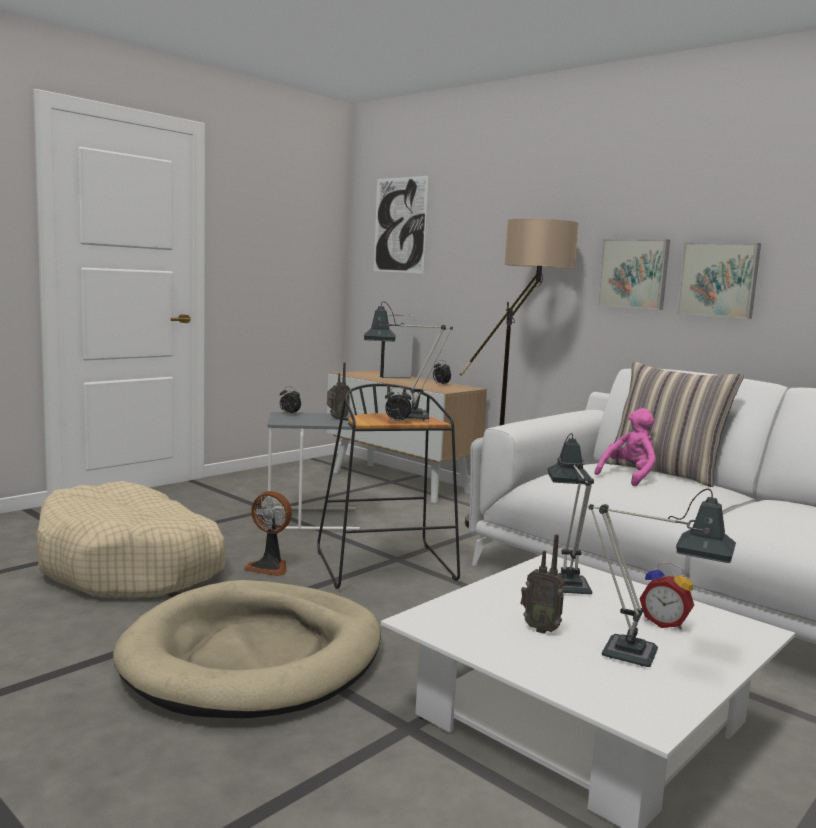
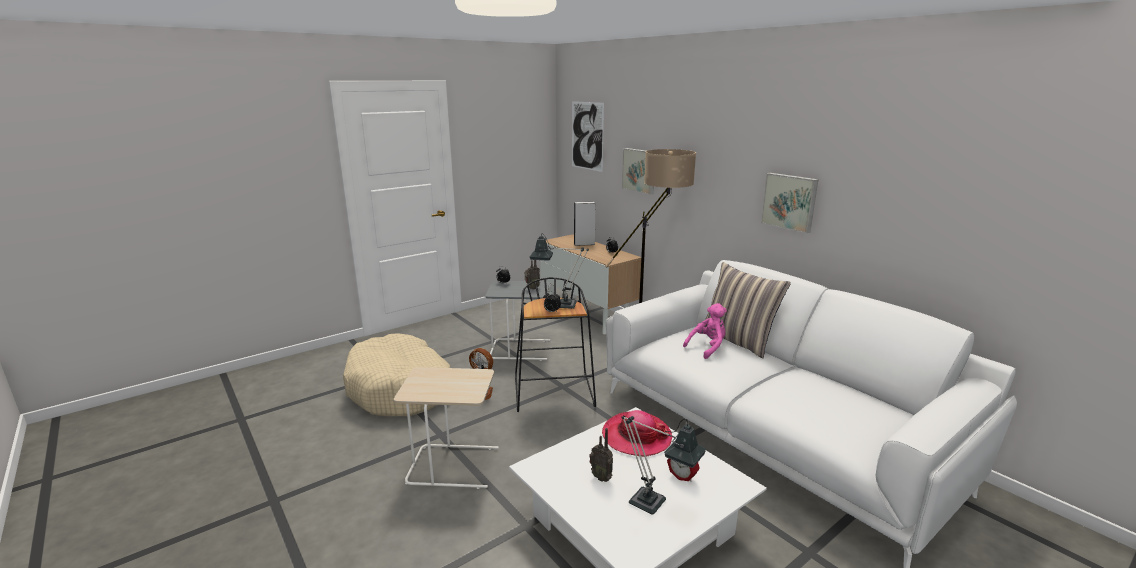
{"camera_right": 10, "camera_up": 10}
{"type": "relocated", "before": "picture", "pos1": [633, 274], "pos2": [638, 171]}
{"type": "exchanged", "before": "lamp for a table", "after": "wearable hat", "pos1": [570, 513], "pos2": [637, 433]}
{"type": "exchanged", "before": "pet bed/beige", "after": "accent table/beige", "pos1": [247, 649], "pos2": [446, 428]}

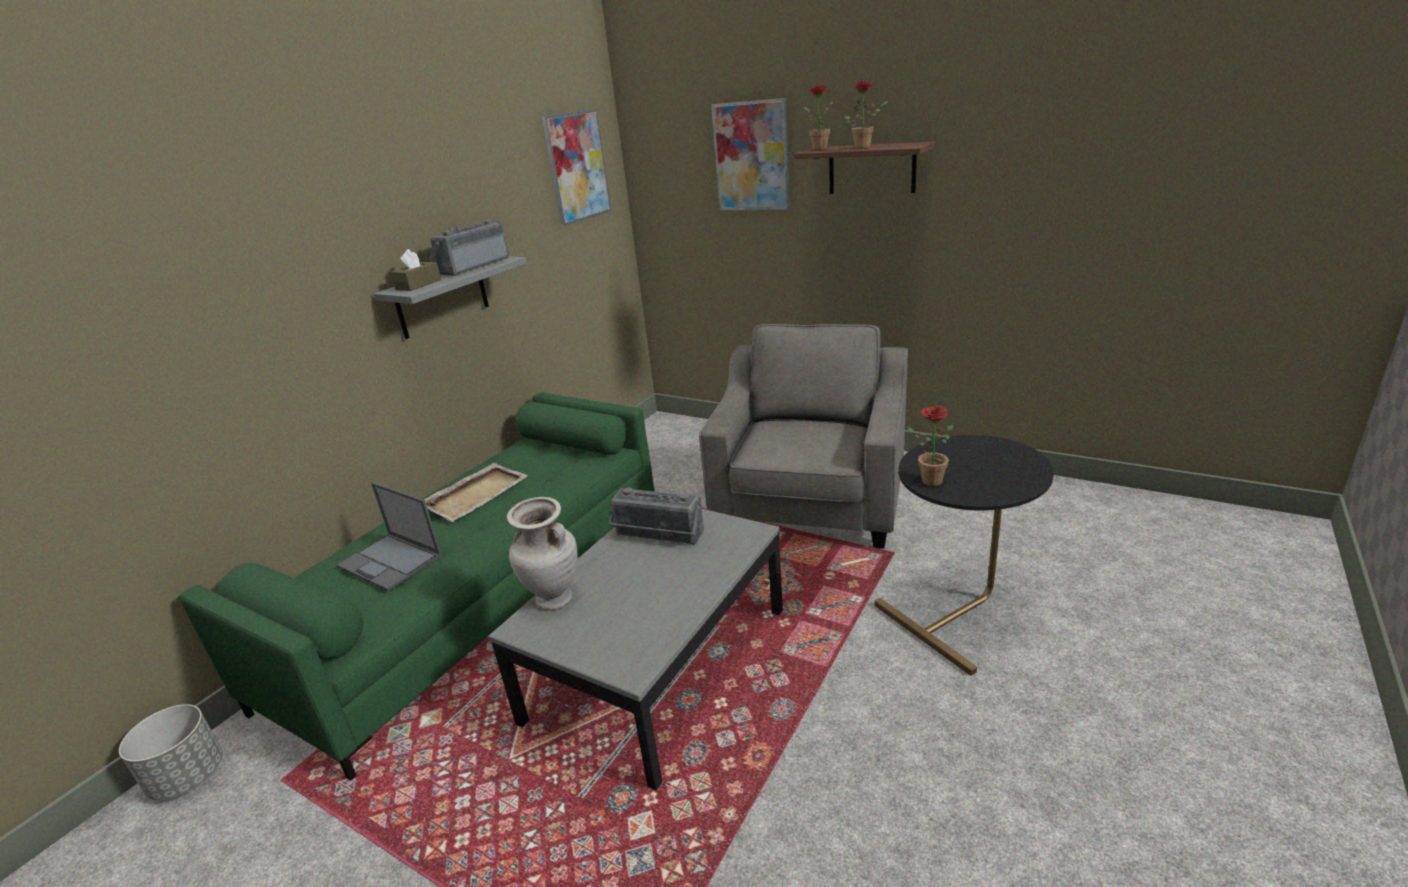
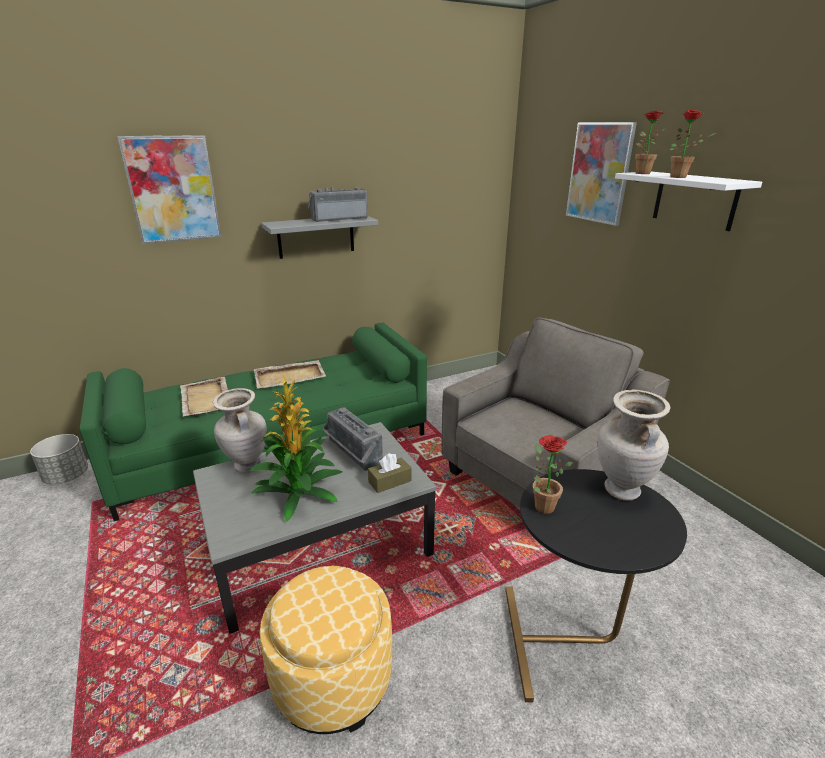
{"camera_right": 30, "camera_up": 0}
{"type": "relocated", "before": "picture", "pos1": [576, 167], "pos2": [169, 189]}
{"type": "colour", "before": "shelf/brown", "after": "shelf/white-coloured", "pos1": [864, 167], "pos2": [688, 201]}
{"type": "relocated", "before": "tissue holder/brown", "pos1": [415, 270], "pos2": [389, 473]}
{"type": "exchanged", "before": "laptop", "after": "tray/beige", "pos1": [389, 536], "pos2": [204, 397]}
{"type": "appeared", "after": "plant in a pot", "pos2": [296, 448]}
{"type": "appeared", "after": "decorative vase/beige", "pos2": [633, 445]}
{"type": "appeared", "after": "pouffe", "pos2": [326, 650]}

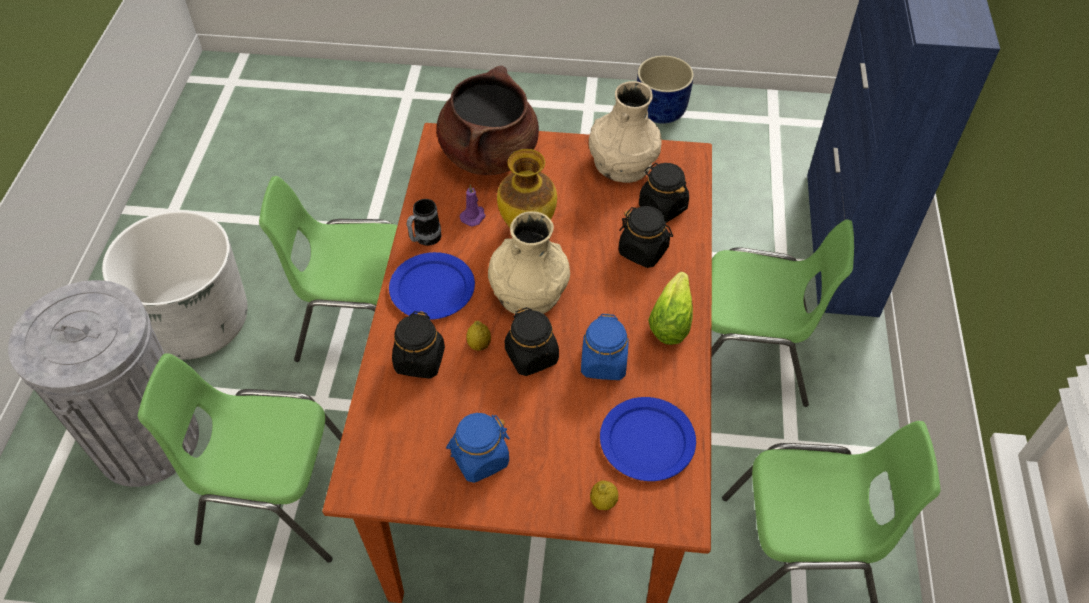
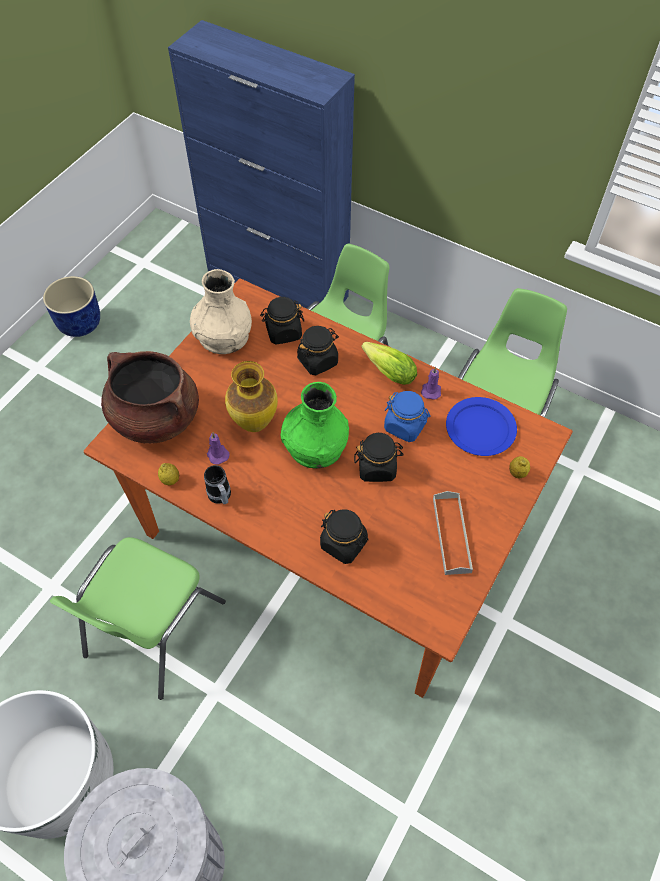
{"camera_right": -65, "camera_up": 5}
{"type": "colour", "before": "decorative vase/beige", "after": "decorative vase/green-coloured", "pos1": [529, 262], "pos2": [314, 425]}
{"type": "missing", "before": "plate/bluish", "pos1": [432, 286]}
{"type": "relocated", "before": "whole lemon", "pos1": [479, 336], "pos2": [168, 474]}
{"type": "missing", "before": "chair/green-coloured", "pos1": [240, 458]}
{"type": "exchanged", "before": "preserve jar/bluish", "after": "tray/greyish", "pos1": [478, 448], "pos2": [453, 533]}
{"type": "appeared", "after": "candle/purplish", "pos2": [431, 383]}

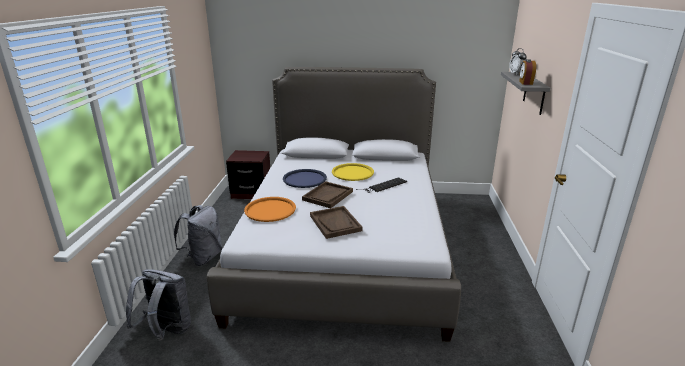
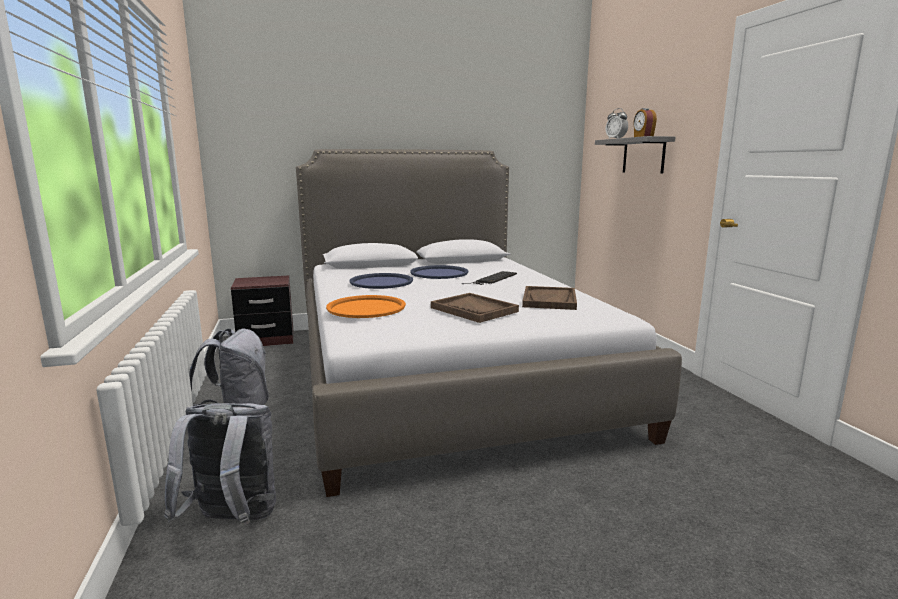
{"camera_right": -20, "camera_up": -10}
{"type": "colour", "before": "tray/yellow-coloured", "after": "tray/bluish", "pos1": [353, 172], "pos2": [439, 272]}
{"type": "relocated", "before": "tray/brown", "pos1": [327, 194], "pos2": [549, 298]}

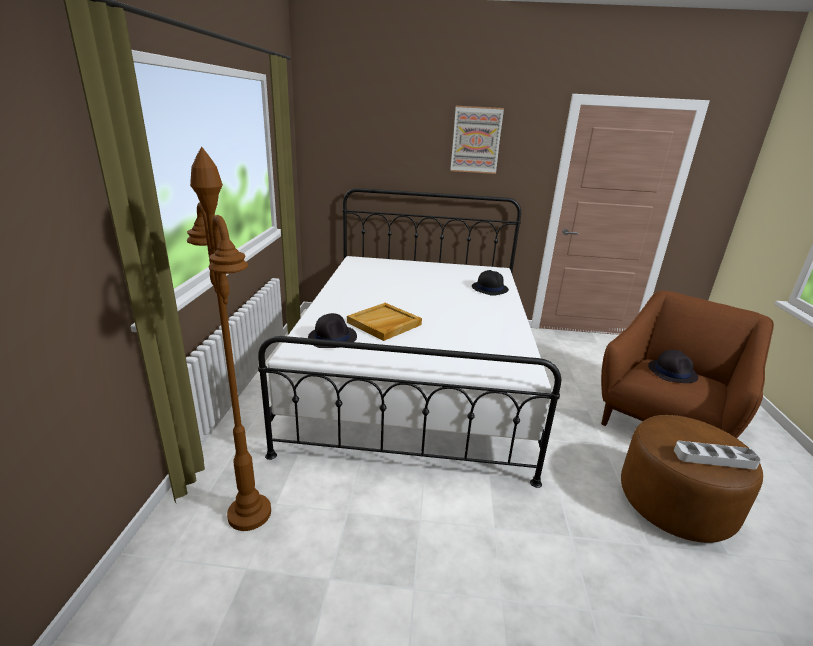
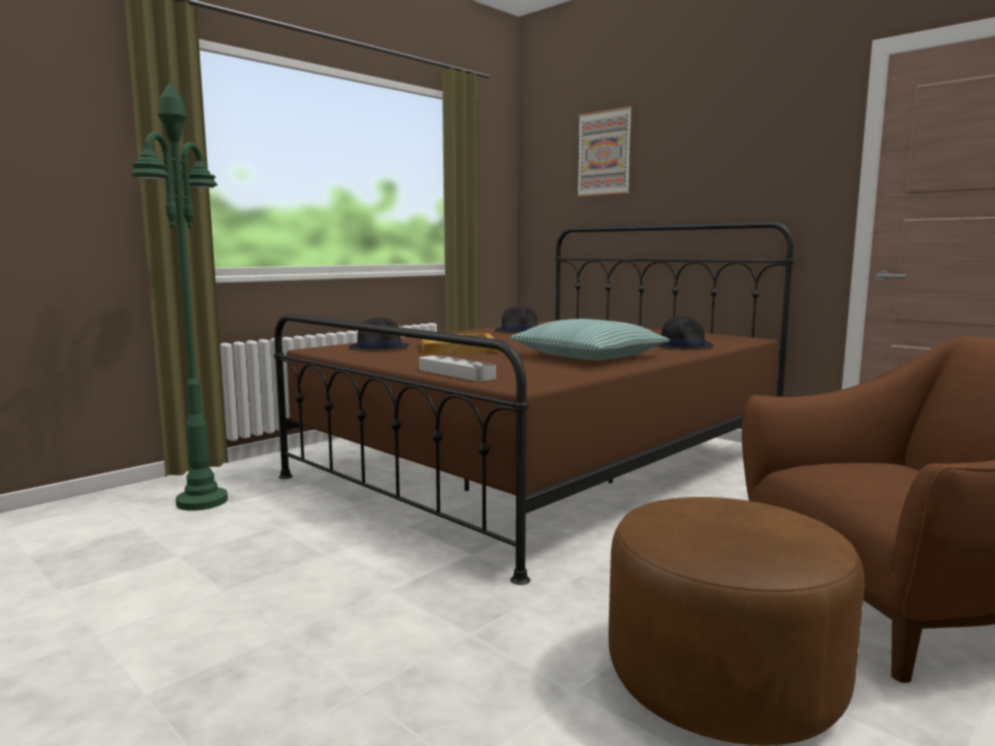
{"camera_right": 40, "camera_up": -15}
{"type": "relocated", "before": "picture", "pos1": [477, 140], "pos2": [604, 151]}
{"type": "colour", "before": "standing lamp/brown", "after": "standing lamp/green-coloured", "pos1": [229, 339], "pos2": [179, 296]}
{"type": "colour", "before": "bed/white-coloured", "after": "bed/brown", "pos1": [409, 338], "pos2": [534, 403]}
{"type": "relocated", "before": "wearable hat/black", "pos1": [673, 366], "pos2": [516, 319]}
{"type": "relocated", "before": "tray/greyish", "pos1": [717, 455], "pos2": [457, 368]}
{"type": "appeared", "after": "pillow", "pos2": [590, 340]}

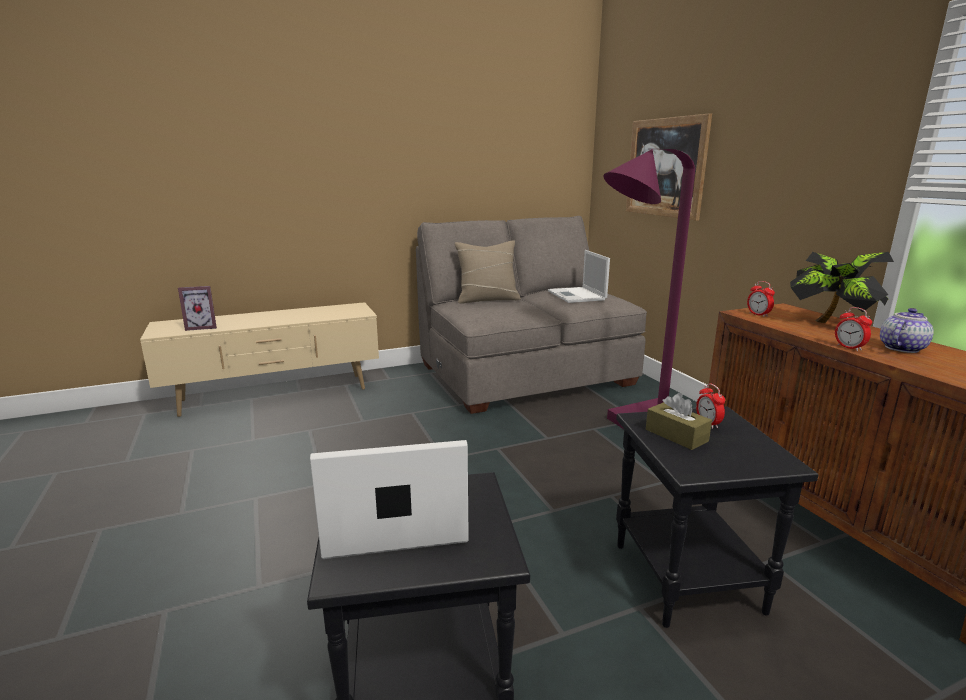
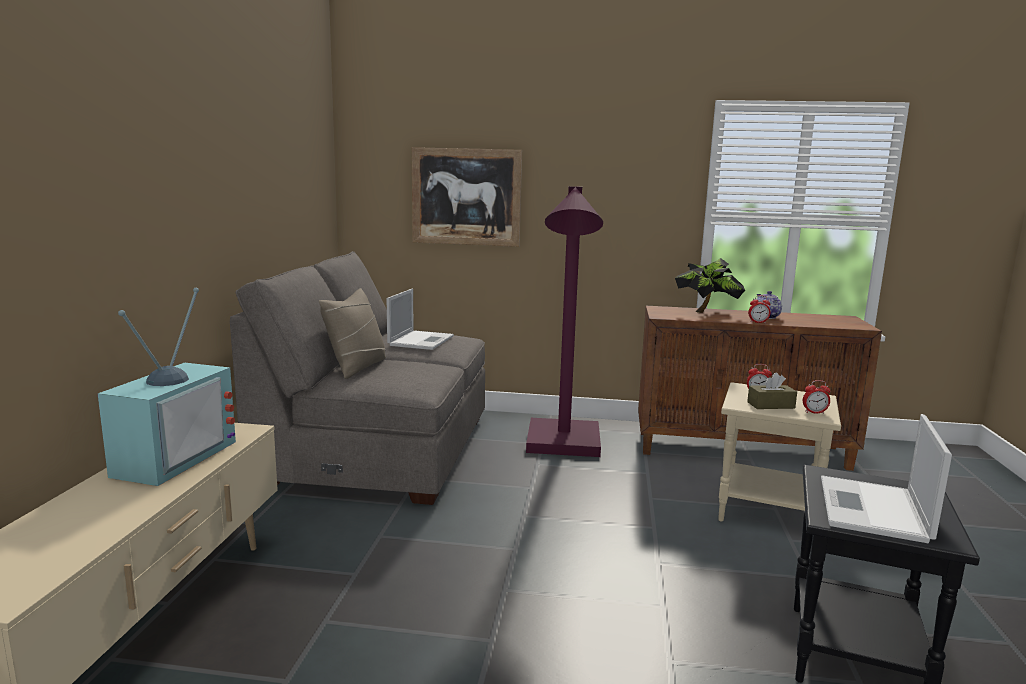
{"camera_right": -60, "camera_up": -5}
{"type": "spun", "before": "laptop", "pos1": [579, 276], "pos2": [420, 319], "turn": -90}
{"type": "relocated", "before": "alarm clock", "pos1": [761, 299], "pos2": [816, 397]}
{"type": "missing", "before": "photo frame", "pos1": [197, 308]}
{"type": "colour", "before": "accent table/black", "after": "accent table/beige", "pos1": [717, 517], "pos2": [779, 452]}
{"type": "appeared", "after": "TV set", "pos2": [167, 387]}

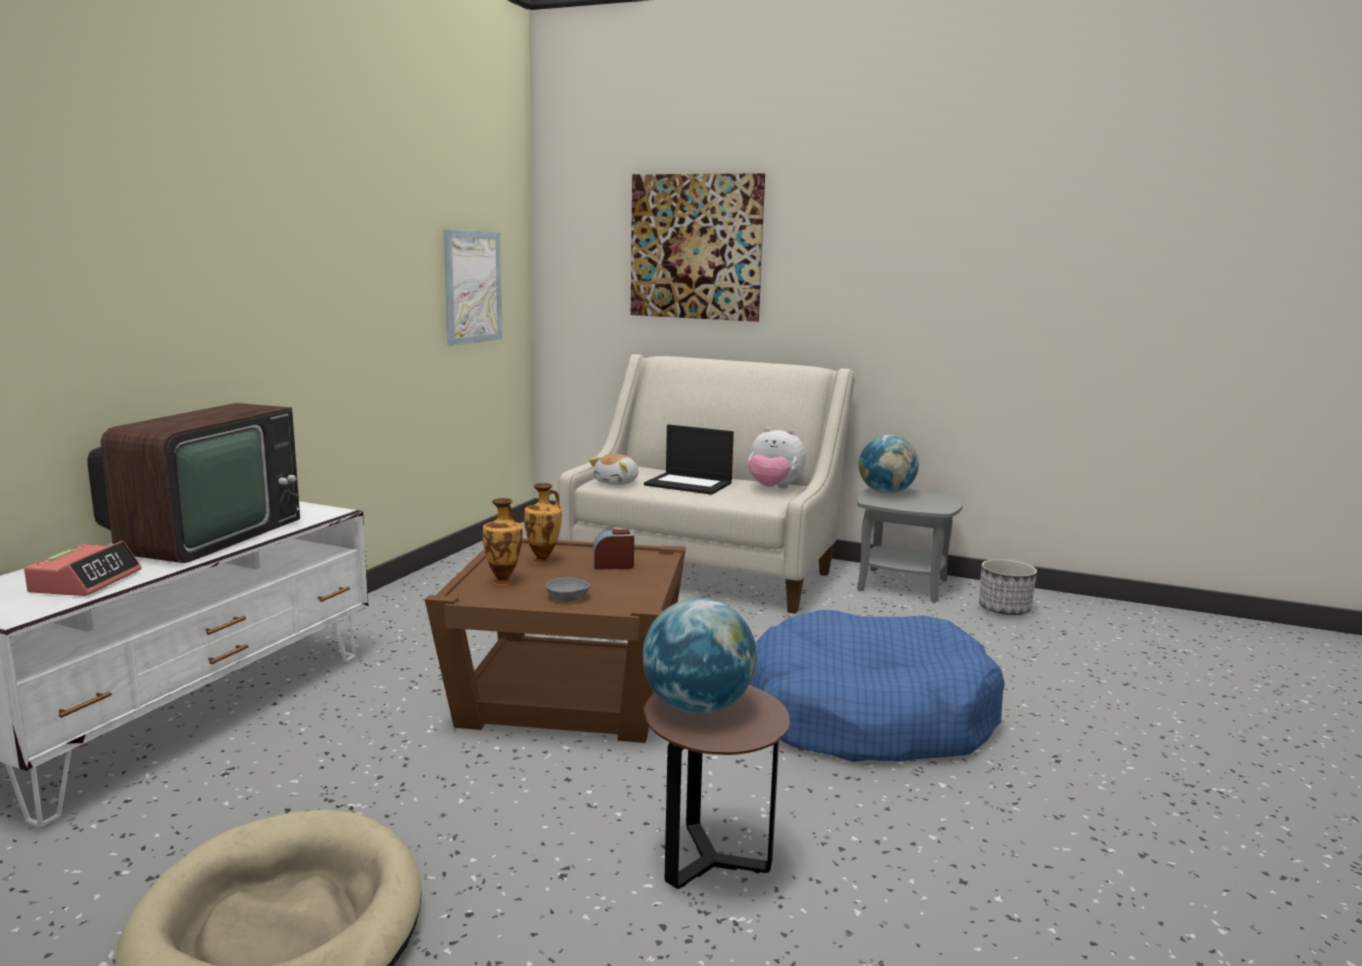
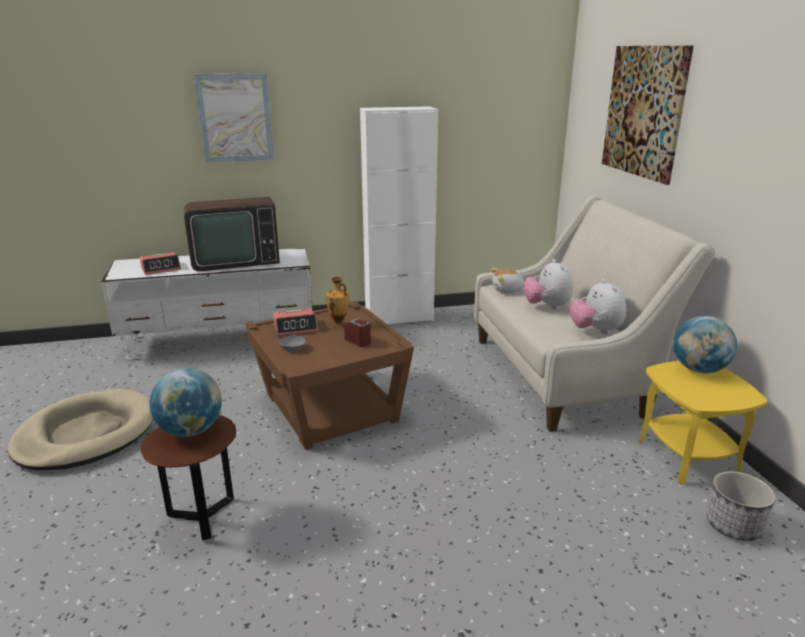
{"camera_right": 55, "camera_up": 10}
{"type": "relocated", "before": "picture", "pos1": [473, 288], "pos2": [234, 117]}
{"type": "exchanged", "before": "laptop", "after": "plush toy", "pos1": [689, 459], "pos2": [548, 284]}
{"type": "colour", "before": "accent table/greyish", "after": "accent table/yellow-coloured", "pos1": [910, 545], "pos2": [702, 423]}
{"type": "exchanged", "before": "decorative vase", "after": "alarm clock", "pos1": [503, 542], "pos2": [295, 322]}
{"type": "missing", "before": "pet bed/bluish", "pos1": [877, 686]}
{"type": "appeared", "after": "cabinet/white-coloured", "pos2": [399, 215]}

